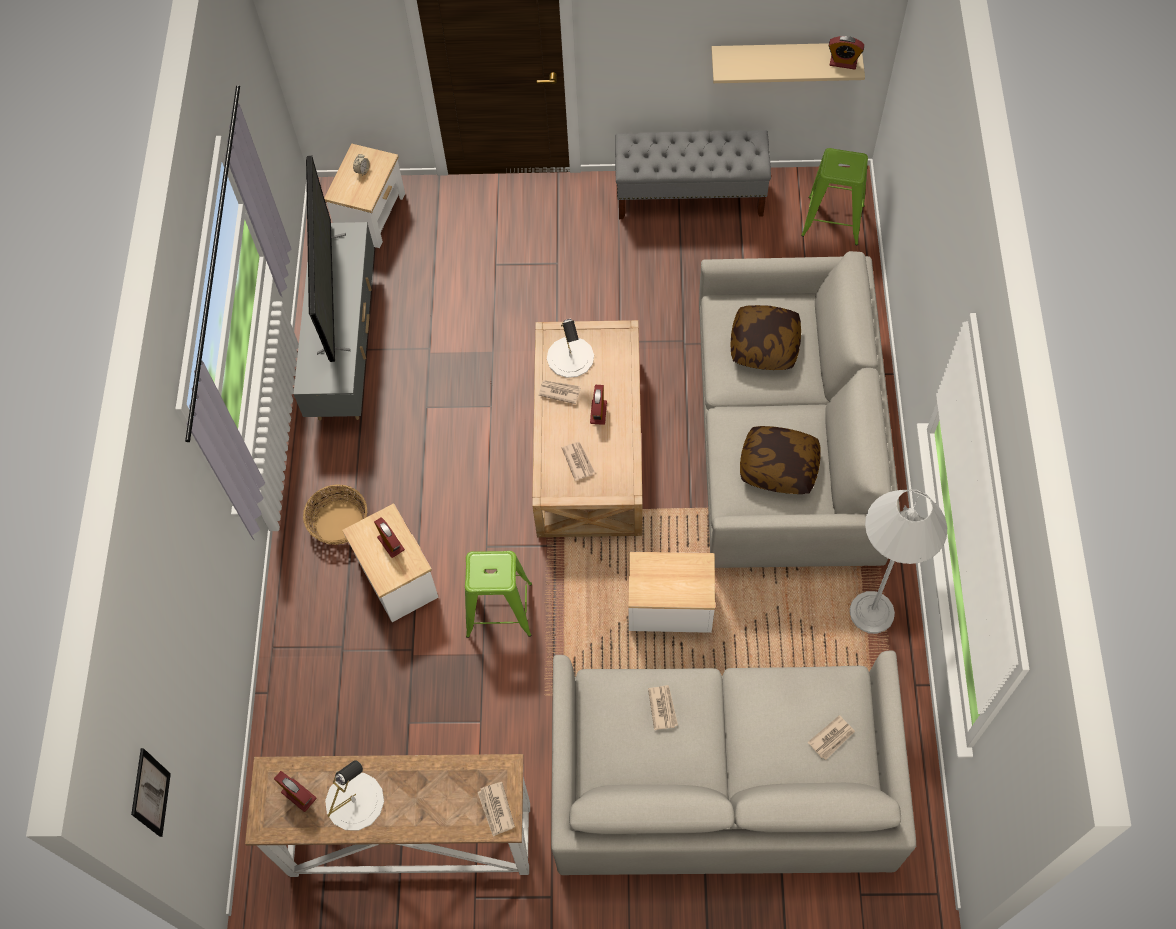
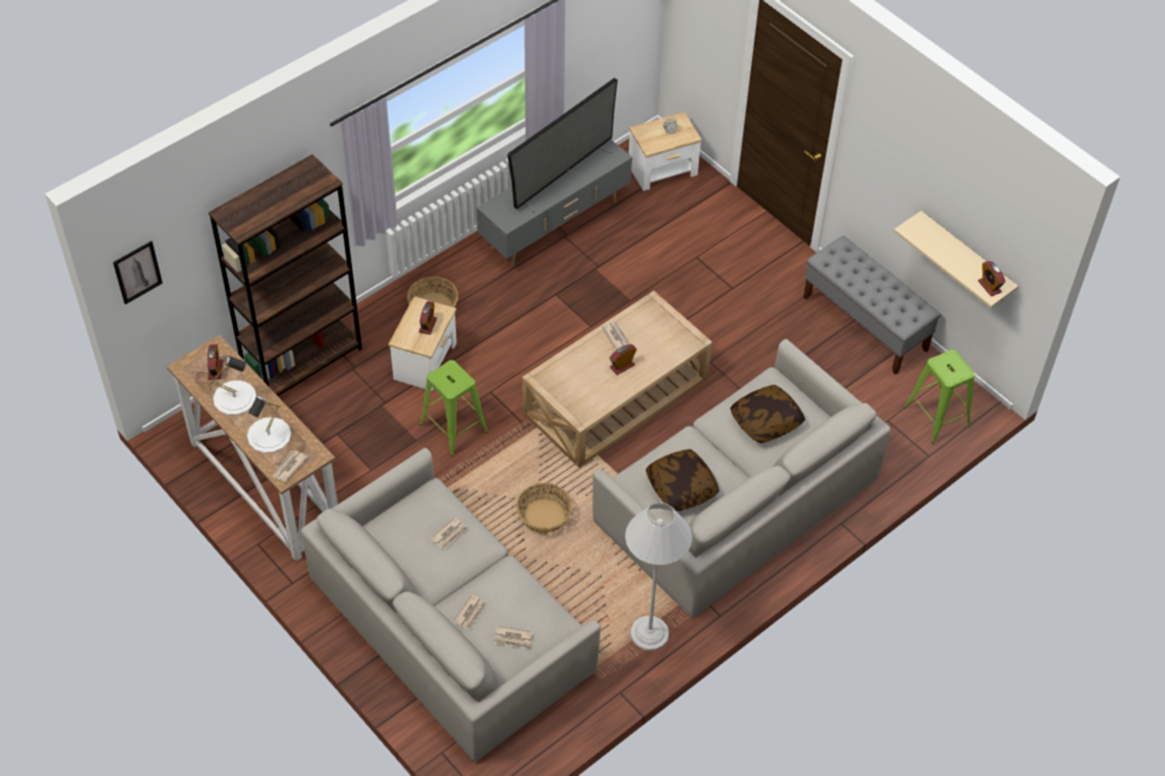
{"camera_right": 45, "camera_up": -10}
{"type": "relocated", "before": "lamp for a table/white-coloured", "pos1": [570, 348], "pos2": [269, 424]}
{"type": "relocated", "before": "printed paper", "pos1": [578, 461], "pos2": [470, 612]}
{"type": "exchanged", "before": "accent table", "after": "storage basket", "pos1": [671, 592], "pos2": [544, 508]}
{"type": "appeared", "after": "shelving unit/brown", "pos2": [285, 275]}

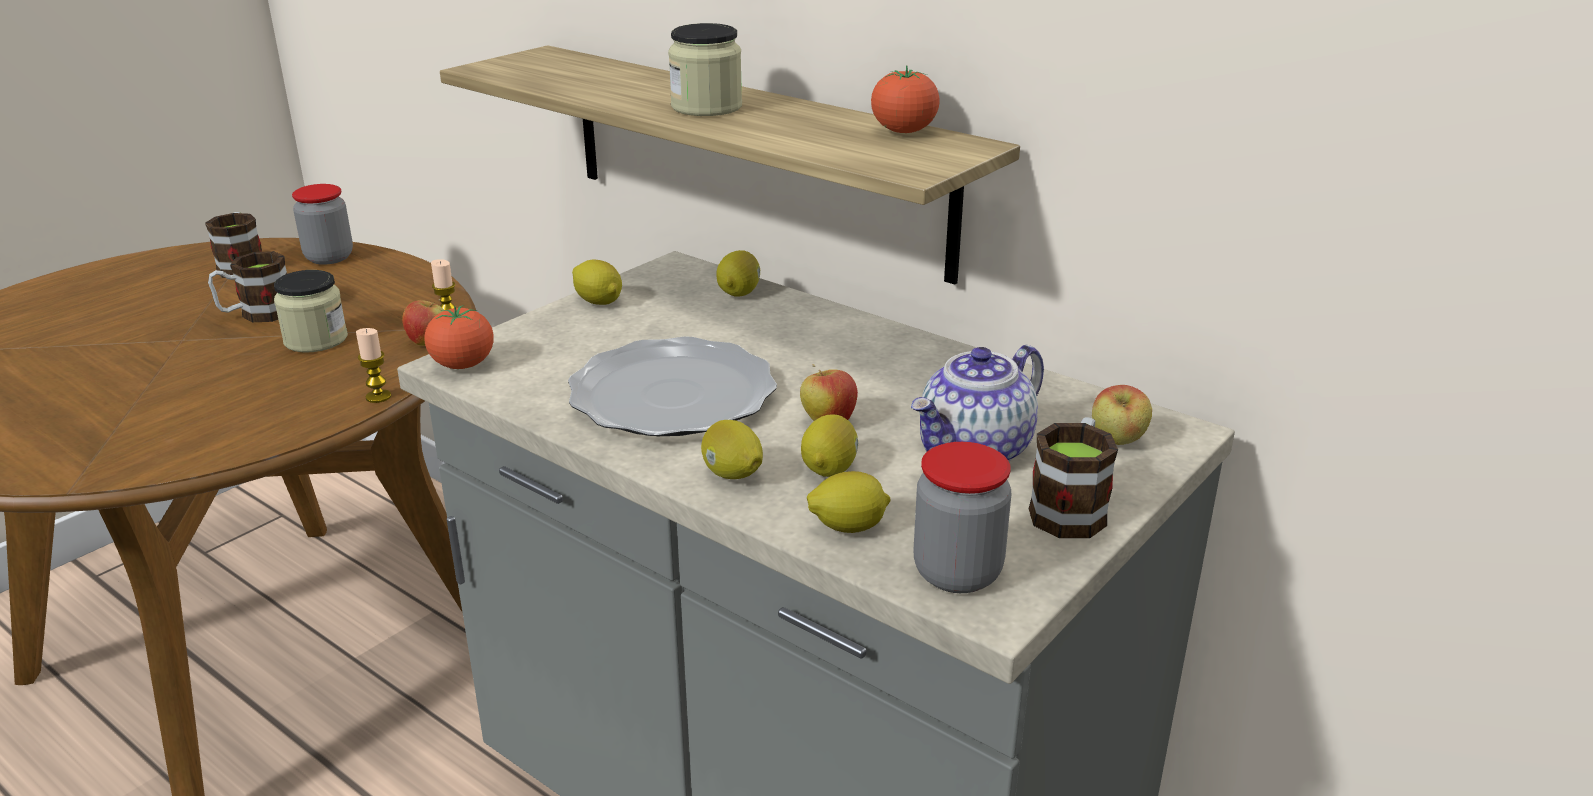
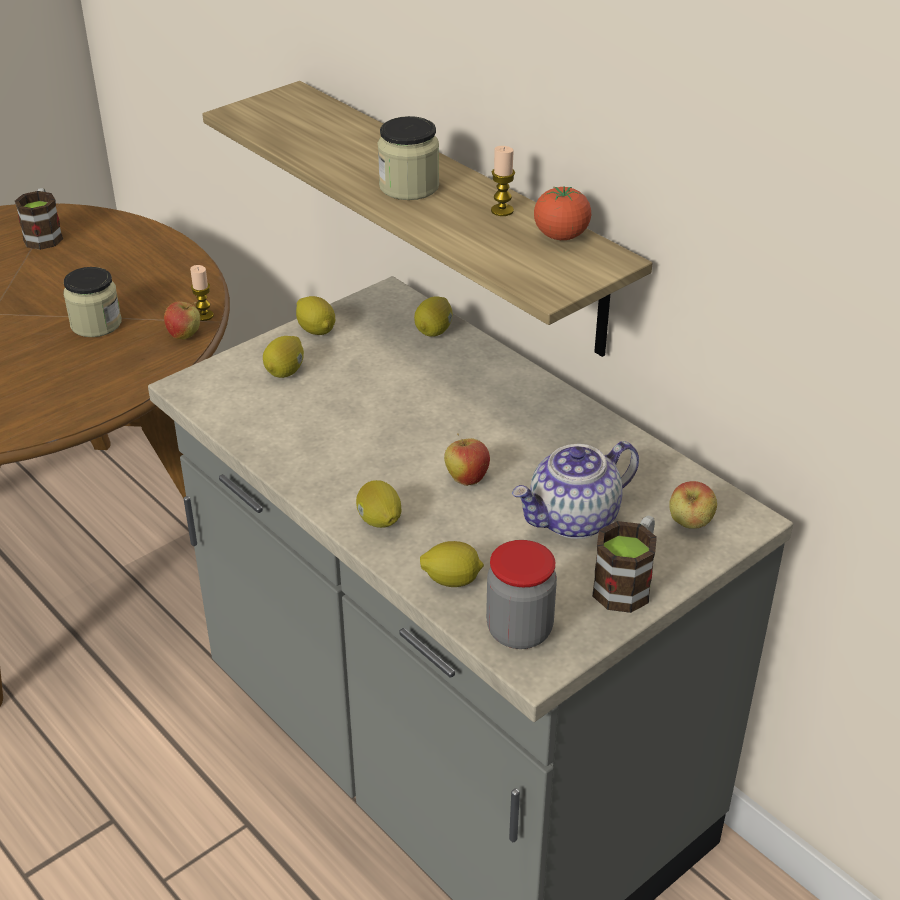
{"camera_right": 10, "camera_up": 10}
{"type": "missing", "before": "preserve jar", "pos1": [322, 224]}
{"type": "missing", "before": "mug", "pos1": [247, 286]}
{"type": "missing", "before": "whole tomato", "pos1": [459, 337]}
{"type": "relocated", "before": "candle", "pos1": [373, 365], "pos2": [503, 181]}
{"type": "missing", "before": "plate", "pos1": [672, 386]}
{"type": "relocated", "before": "whole lemon", "pos1": [829, 445], "pos2": [283, 357]}

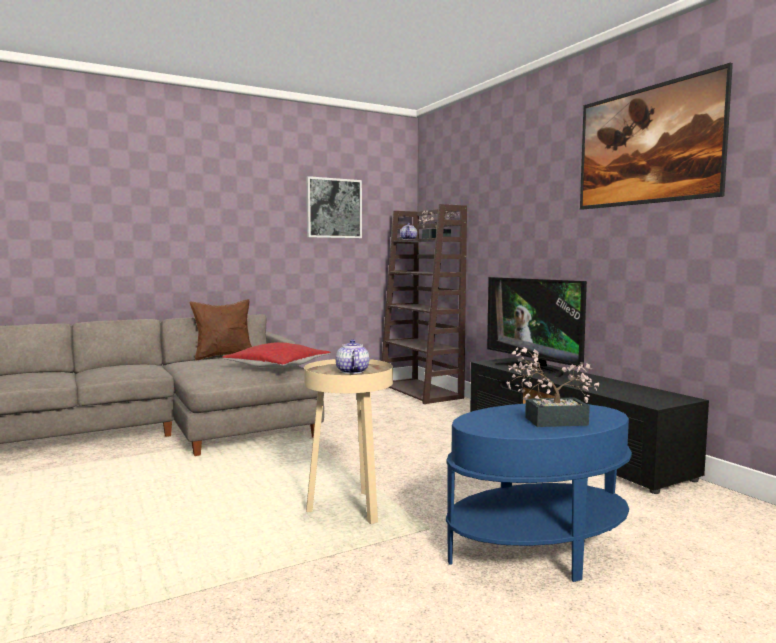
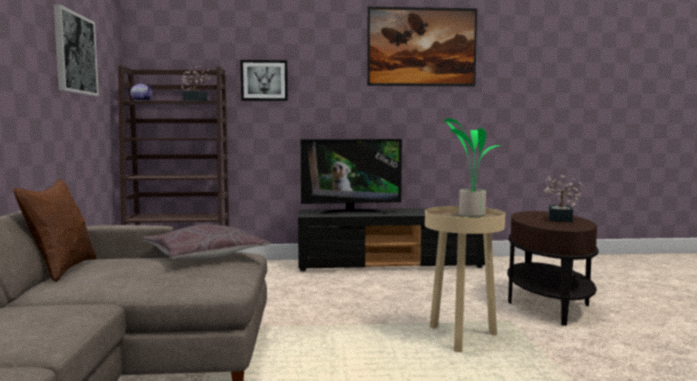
{"camera_right": -65, "camera_up": 0}
{"type": "exchanged", "before": "pot for tea", "after": "plant in a pot", "pos1": [352, 356], "pos2": [472, 167]}
{"type": "colour", "before": "pillow/red-coloured", "after": "pillow/greyish", "pos1": [276, 355], "pos2": [206, 241]}
{"type": "colour", "before": "accent table/bluish", "after": "accent table/brown", "pos1": [539, 493], "pos2": [553, 268]}
{"type": "appeared", "after": "picture", "pos2": [264, 80]}

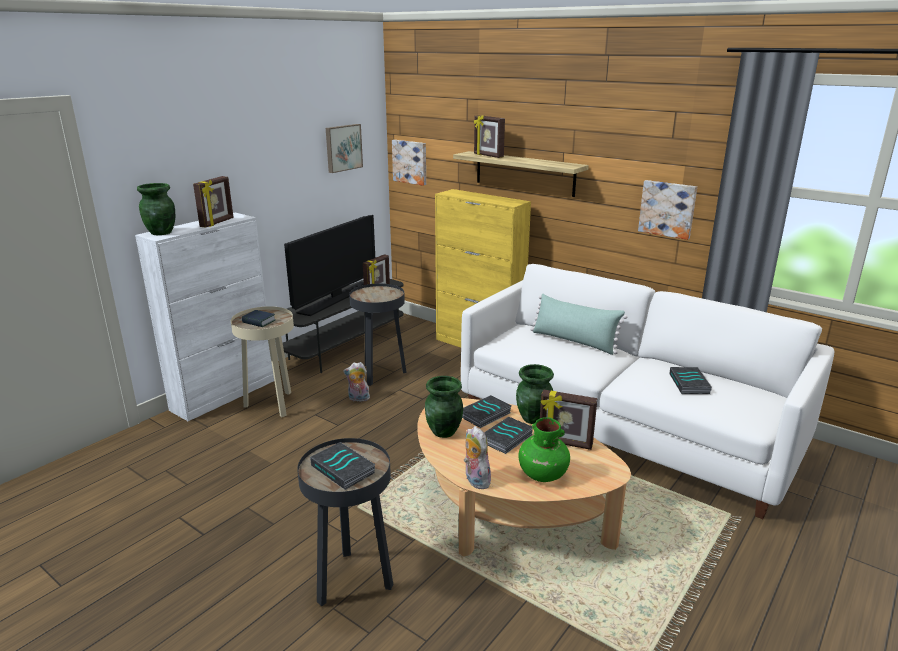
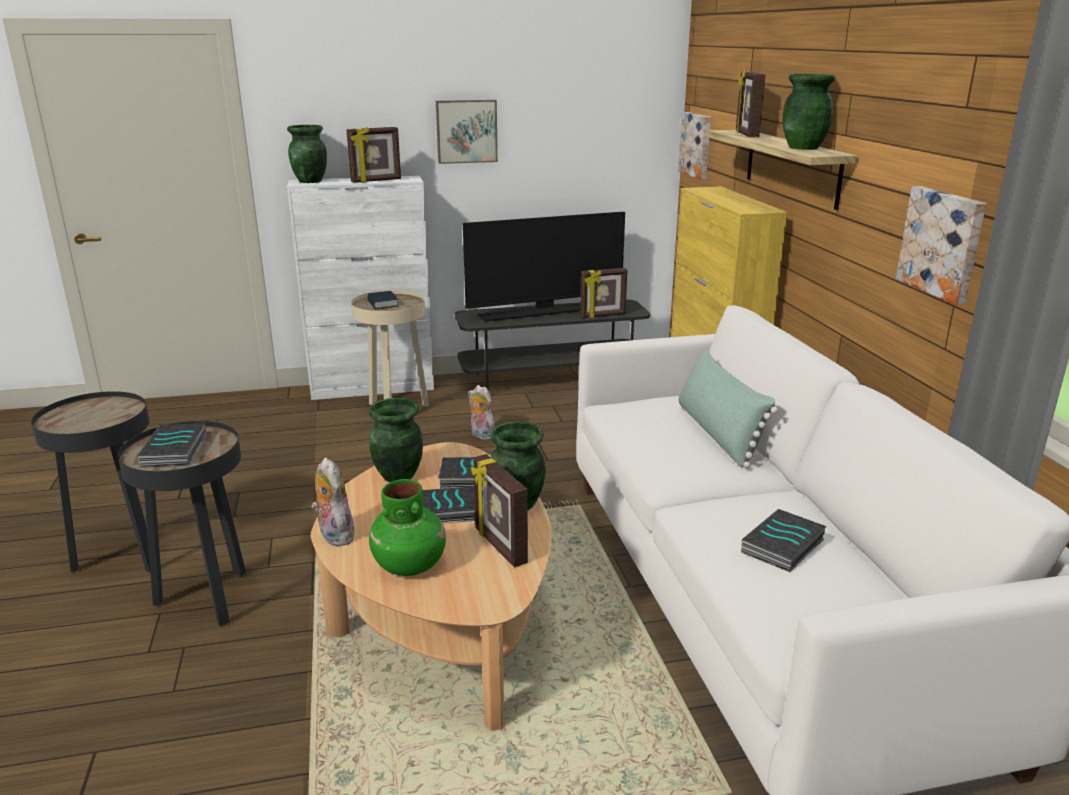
{"camera_right": 40, "camera_up": 0}
{"type": "relocated", "before": "picture", "pos1": [344, 148], "pos2": [467, 132]}
{"type": "relocated", "before": "accent table/black", "pos1": [378, 334], "pos2": [90, 482]}
{"type": "spun", "before": "plush toy", "pos1": [477, 457], "pos2": [333, 502], "turn": -45}
{"type": "appeared", "after": "decorative vase/green-coloured", "pos2": [809, 112]}

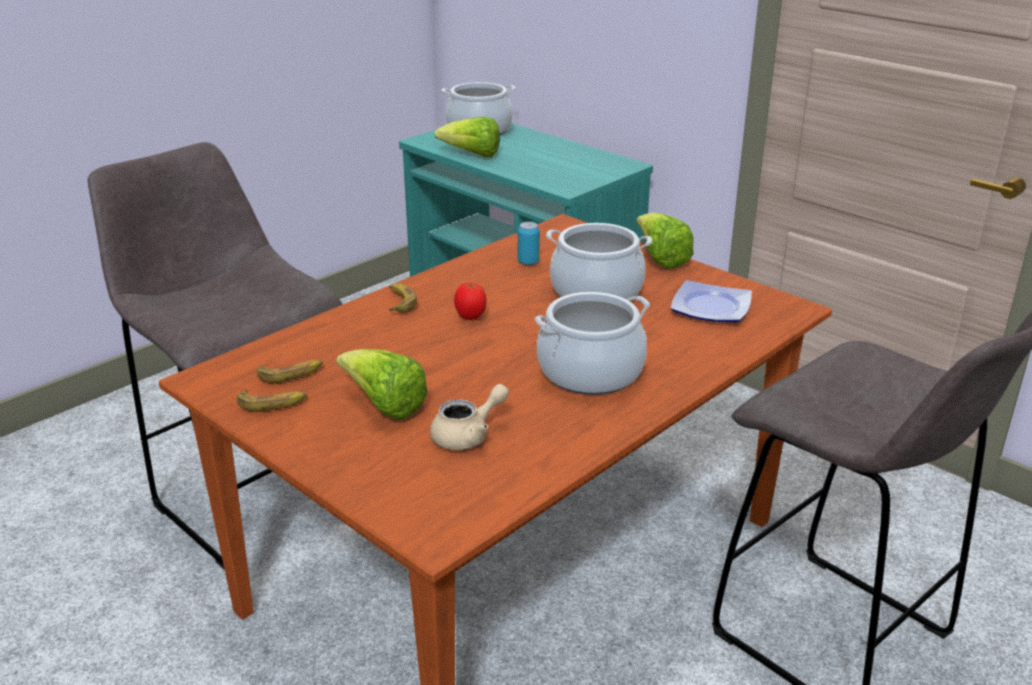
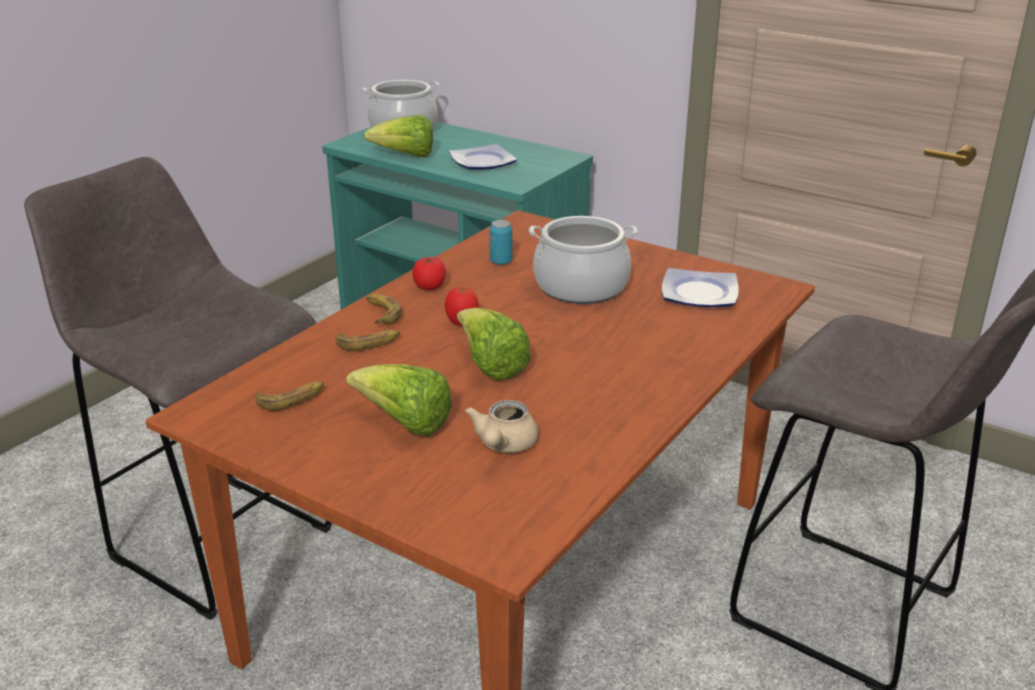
{"camera_right": -10, "camera_up": 0}
{"type": "relocated", "before": "lettuce", "pos1": [665, 241], "pos2": [494, 344]}
{"type": "missing", "before": "stockpot", "pos1": [592, 343]}
{"type": "spun", "before": "pot for tea/beige", "pos1": [469, 417], "pos2": [501, 426], "turn": 150}
{"type": "relocated", "before": "banana fruit", "pos1": [272, 401], "pos2": [368, 340]}
{"type": "appeared", "after": "plate", "pos2": [483, 157]}
{"type": "appeared", "after": "whole tomato", "pos2": [429, 273]}

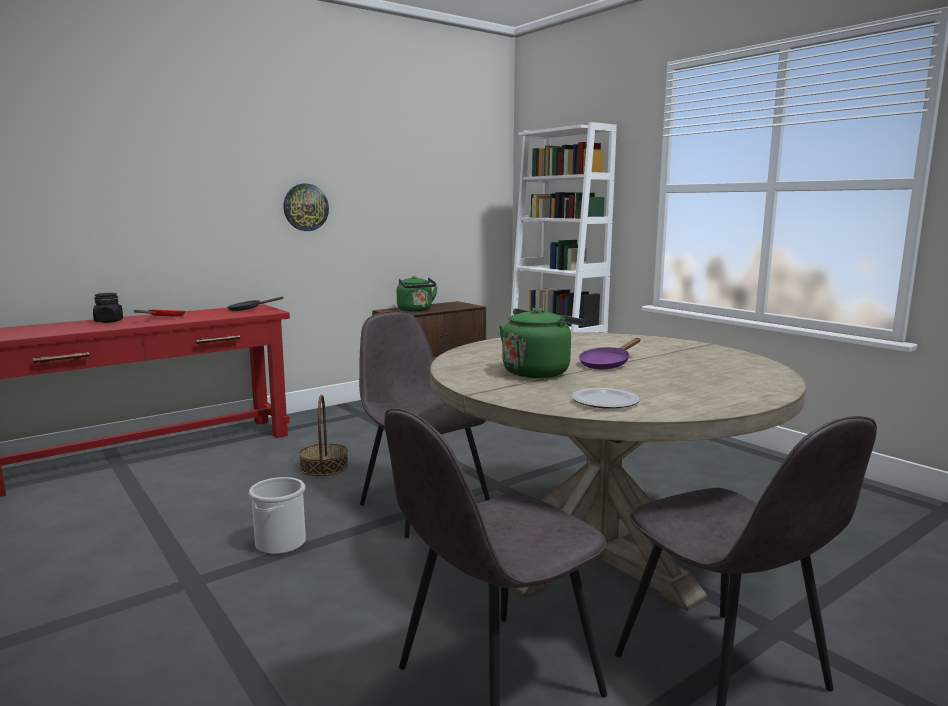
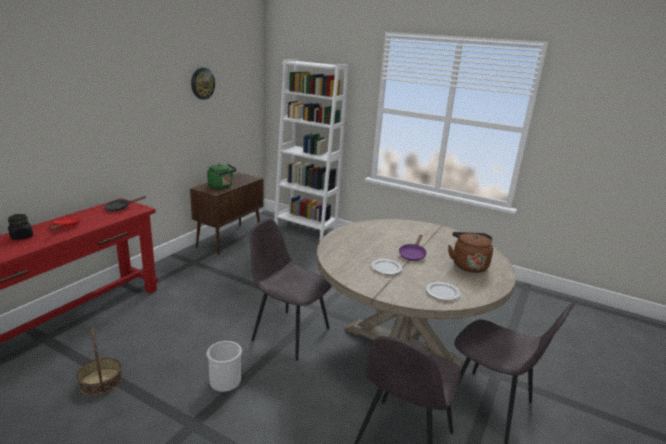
{"camera_right": -25, "camera_up": 10}
{"type": "relocated", "before": "clock on the wall", "pos1": [306, 207], "pos2": [203, 84]}
{"type": "exchanged", "before": "tea kettle/green-coloured", "after": "plate", "pos1": [541, 342], "pos2": [387, 267]}
{"type": "relocated", "before": "storage basket", "pos1": [323, 435], "pos2": [99, 361]}
{"type": "appeared", "after": "tea kettle/brown", "pos2": [470, 252]}

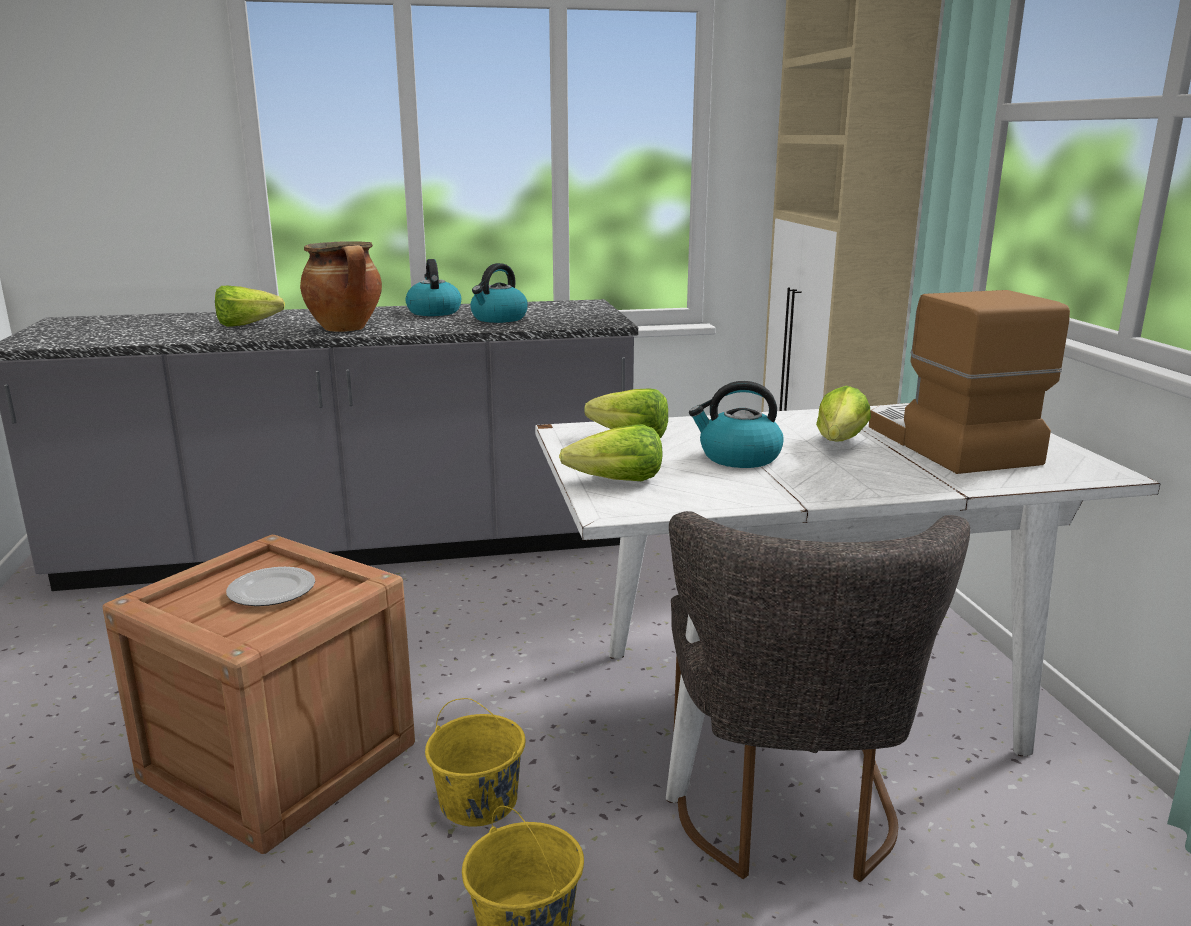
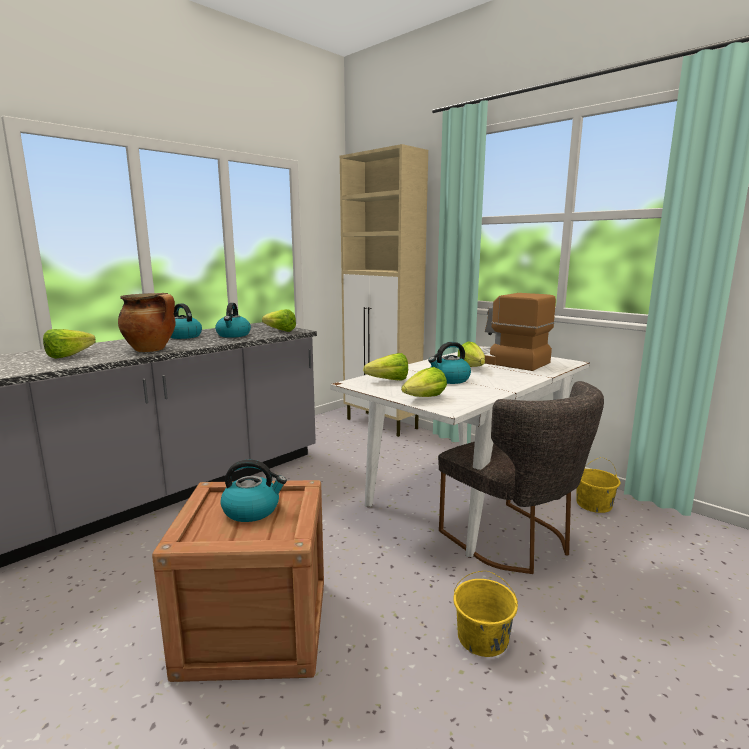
{"camera_right": -35, "camera_up": -5}
{"type": "exchanged", "before": "plate", "after": "tea kettle", "pos1": [270, 586], "pos2": [253, 491]}
{"type": "relocated", "before": "water bucket/yellow-coloured", "pos1": [475, 762], "pos2": [598, 485]}
{"type": "appeared", "after": "lettuce", "pos2": [279, 320]}

